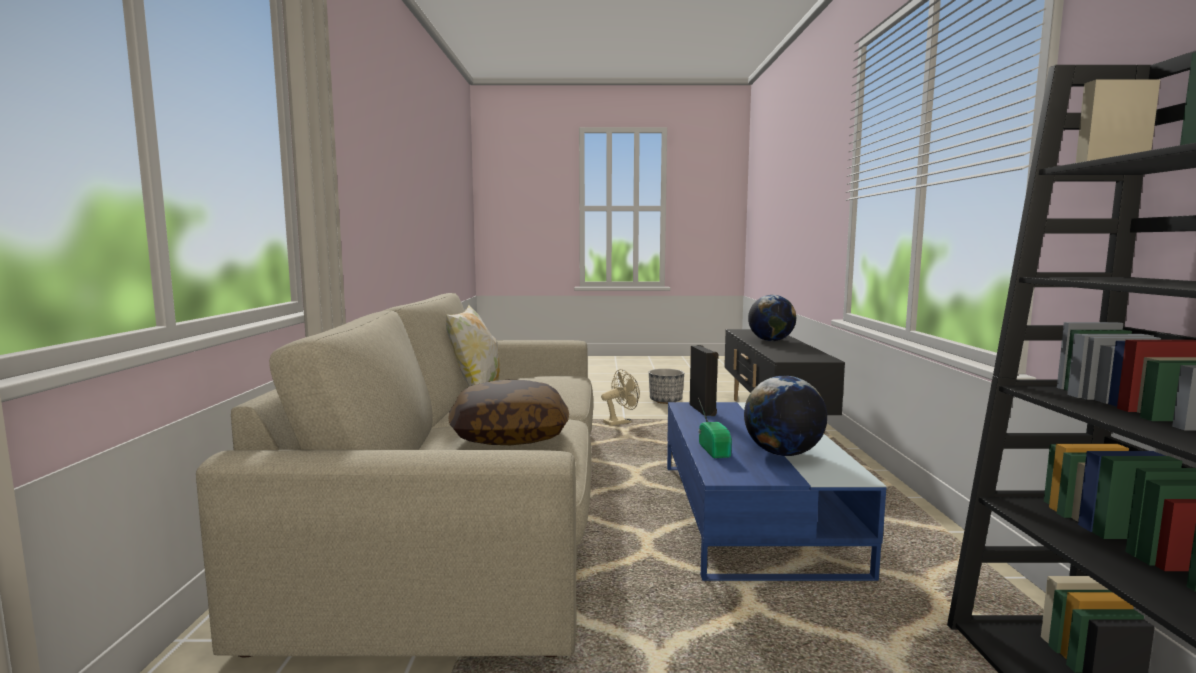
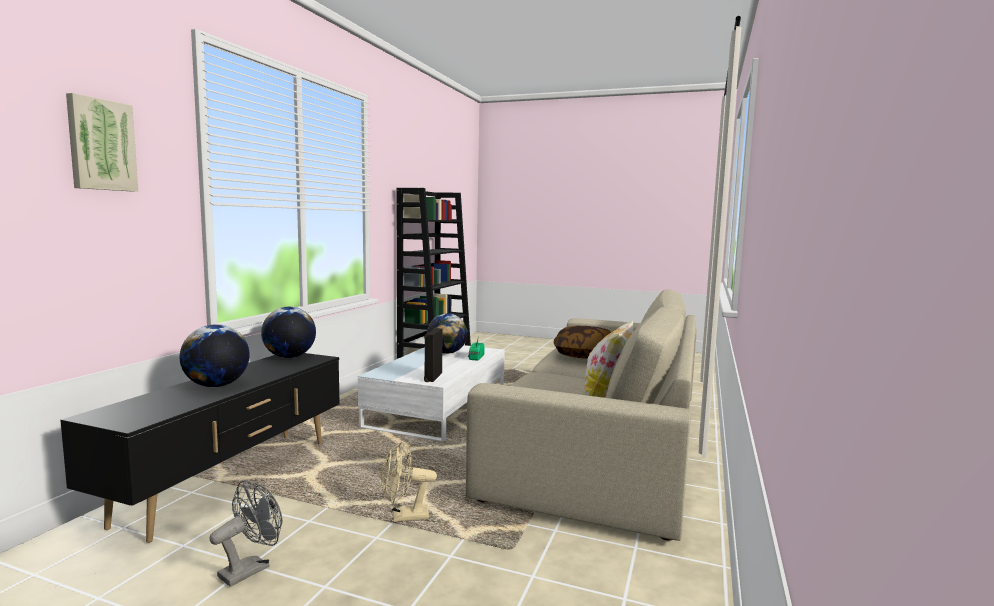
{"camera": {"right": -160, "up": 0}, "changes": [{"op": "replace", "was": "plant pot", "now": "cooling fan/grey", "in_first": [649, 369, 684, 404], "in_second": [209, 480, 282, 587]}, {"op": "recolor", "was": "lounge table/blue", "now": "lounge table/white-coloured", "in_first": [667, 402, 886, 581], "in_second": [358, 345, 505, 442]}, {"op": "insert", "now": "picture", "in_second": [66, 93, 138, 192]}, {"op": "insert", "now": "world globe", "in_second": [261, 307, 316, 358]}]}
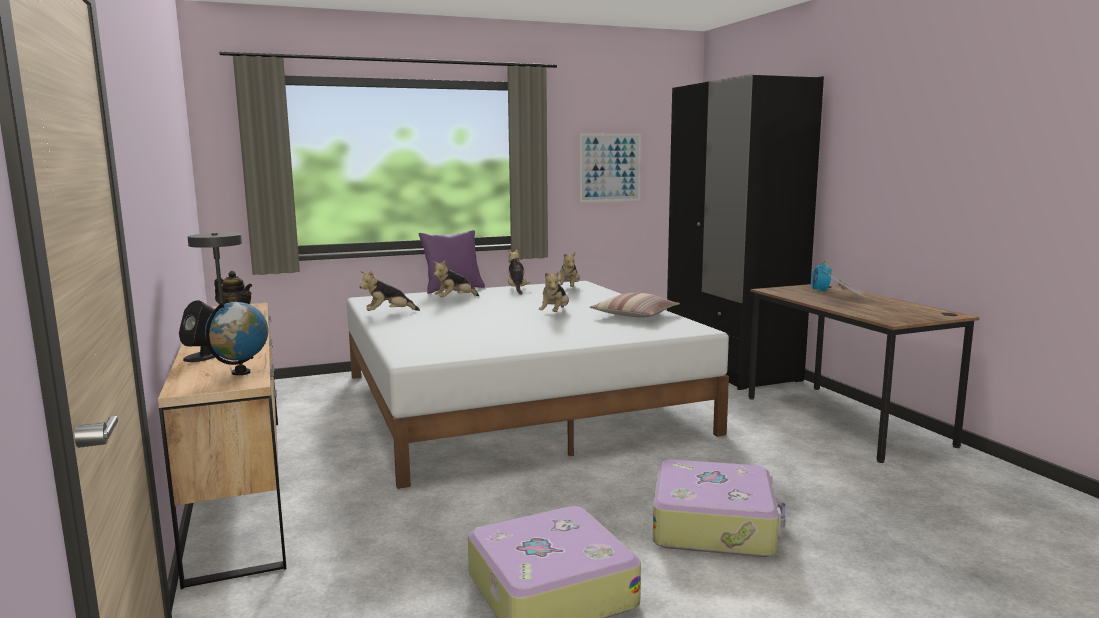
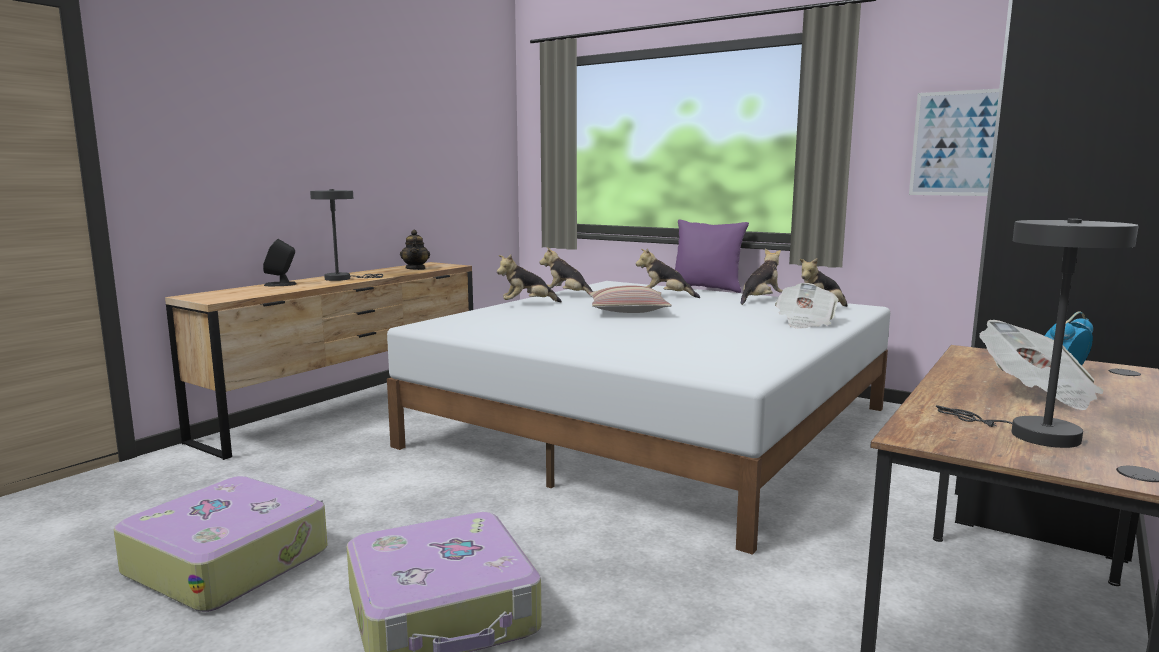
{"camera": {"right": 55, "up": 0}, "changes": [{"op": "move", "was": "soft toy", "in_first": [539, 271, 569, 312], "in_second": [497, 255, 562, 302]}, {"op": "move", "was": "throw pillow", "in_first": [590, 293, 680, 318], "in_second": [589, 285, 672, 313]}, {"op": "delete", "was": "world globe", "in_first": [205, 302, 268, 375]}, {"op": "insert", "now": "tabletop lamp/grey", "in_second": [936, 219, 1139, 448]}, {"op": "insert", "now": "printed paper", "in_second": [775, 283, 838, 329]}]}
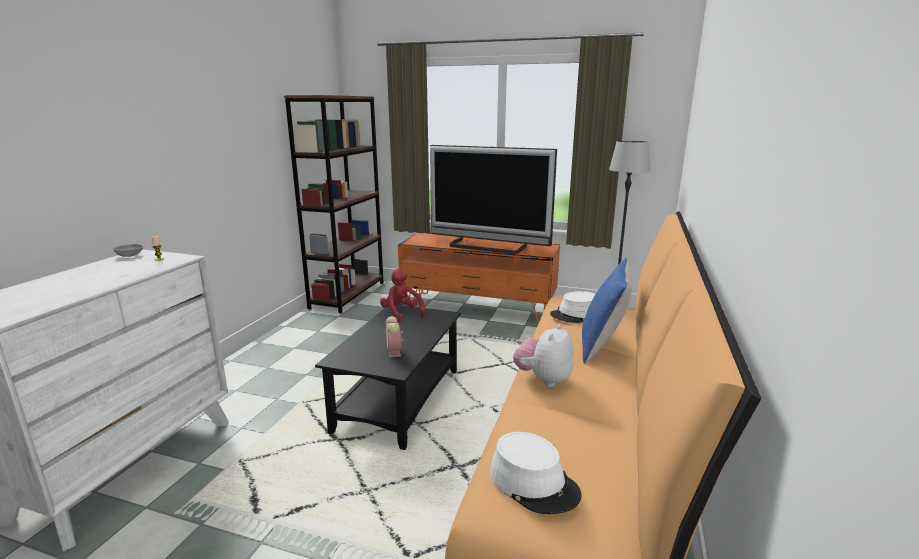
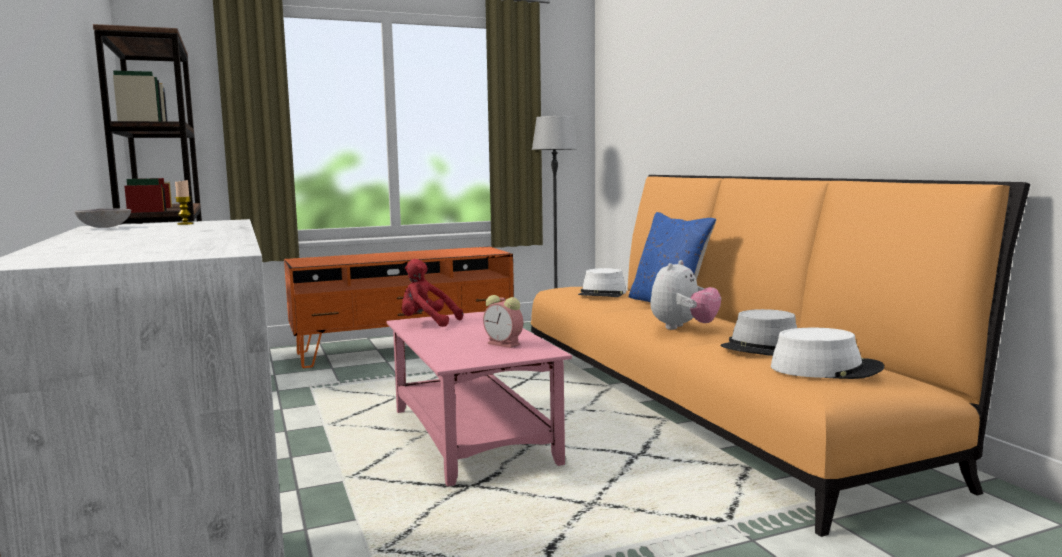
{"camera": {"right": -40, "up": -10}, "changes": [{"op": "delete", "was": "television", "in_first": [430, 145, 557, 254]}, {"op": "recolor", "was": "lounge table/blackish", "now": "lounge table/pink-coloured", "in_first": [315, 305, 461, 450], "in_second": [386, 311, 572, 486]}, {"op": "rotate", "was": "soft toy", "in_first": [513, 324, 574, 387], "in_second": [650, 260, 721, 330], "clockwise": -135}, {"op": "insert", "now": "wearable hat/grey", "in_second": [721, 309, 797, 356]}]}
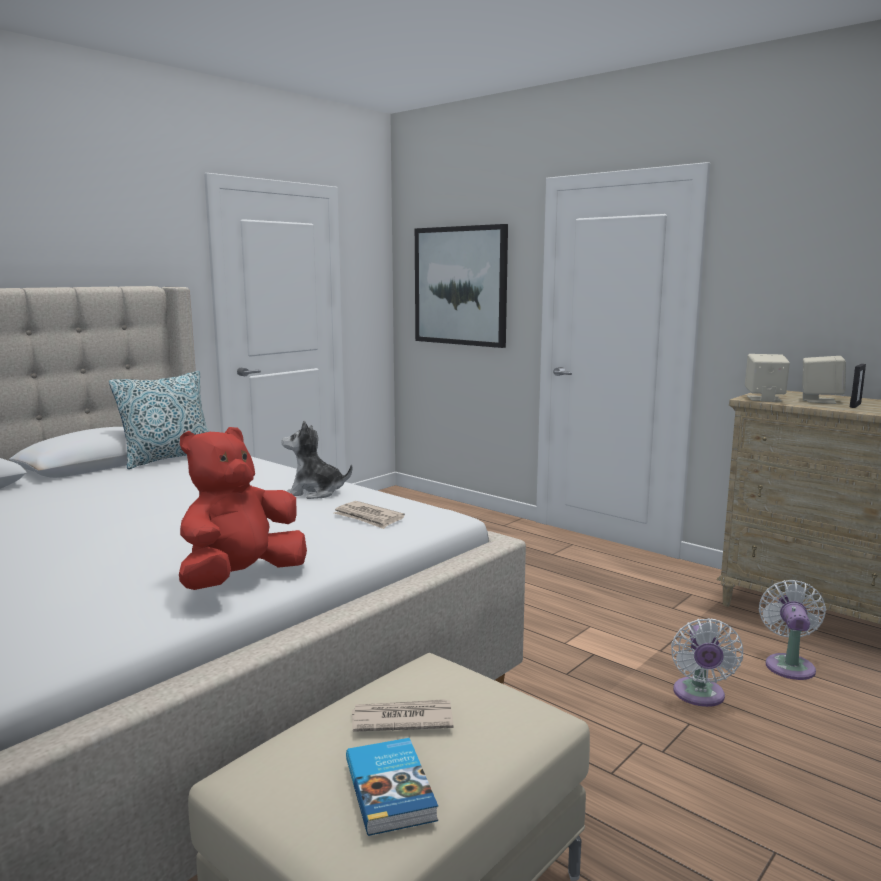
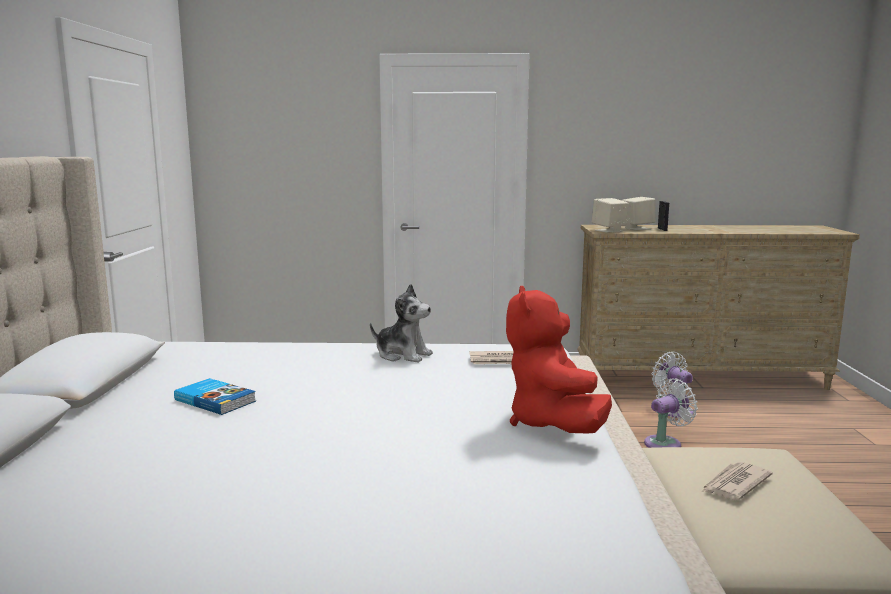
{"camera": {"right": -40, "up": 0}, "changes": [{"op": "delete", "was": "picture", "in_first": [415, 224, 508, 348]}, {"op": "delete", "was": "throw pillow", "in_first": [109, 371, 209, 469]}, {"op": "rotate", "was": "soft toy", "in_first": [282, 421, 352, 499], "in_second": [370, 284, 433, 362], "clockwise": -120}, {"op": "rotate", "was": "cooling fan/white-coloured", "in_first": [671, 618, 743, 707], "in_second": [644, 378, 698, 448], "clockwise": -90}, {"op": "move", "was": "bound book", "in_first": [346, 738, 438, 836], "in_second": [174, 378, 256, 415]}]}
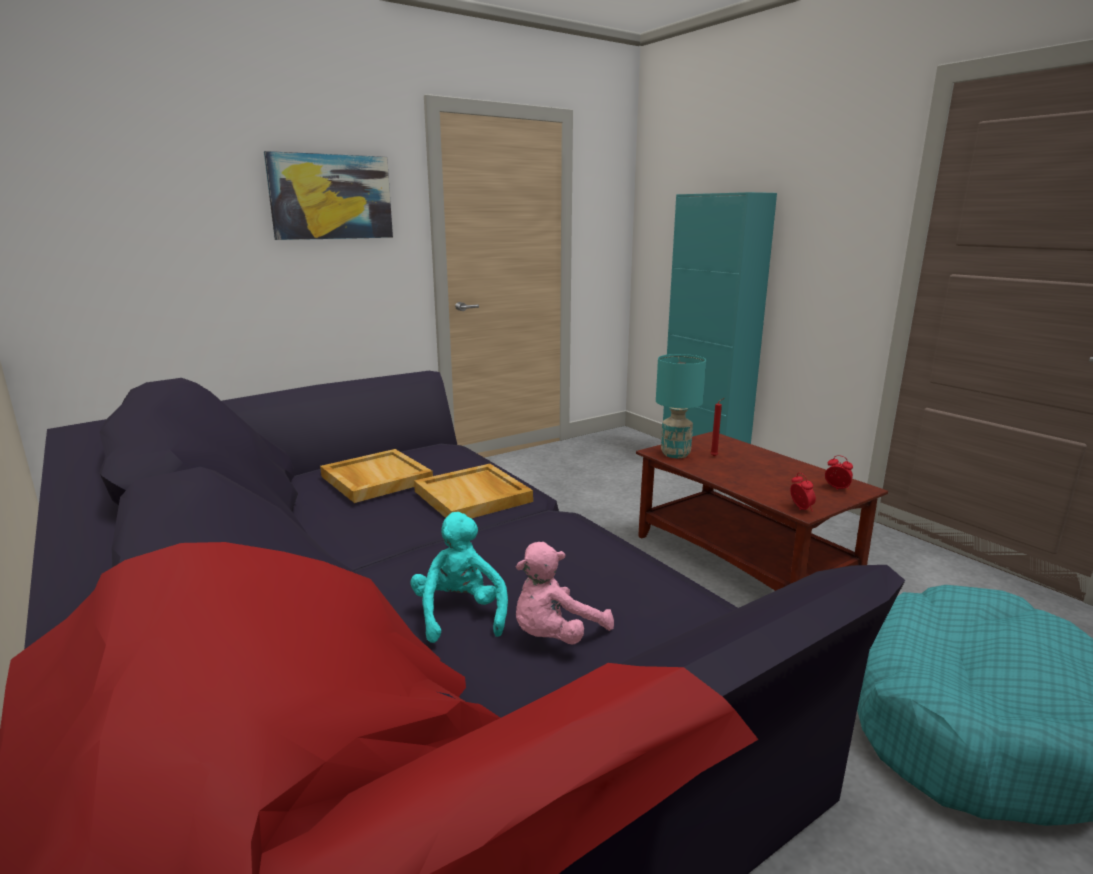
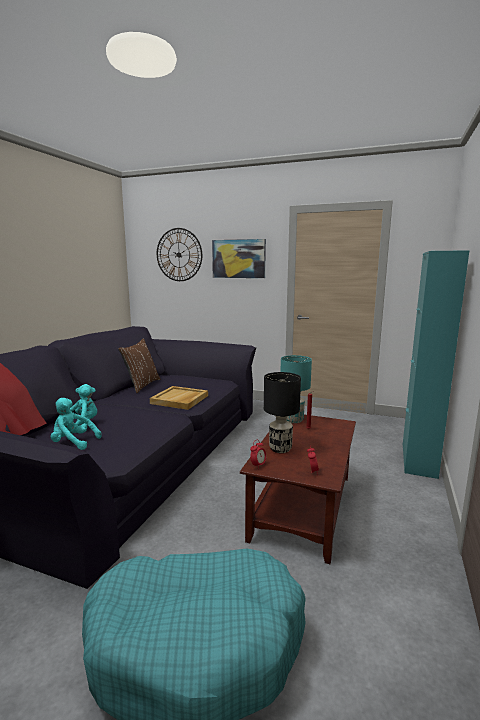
{"camera": {"right": 55, "up": -5}, "changes": [{"op": "delete", "was": "carrying tray/beige", "in_first": [320, 449, 433, 503]}, {"op": "recolor", "was": "soft toy/pink-coloured", "now": "soft toy/turquoise-coloured", "in_first": [516, 542, 614, 644], "in_second": [51, 398, 101, 450]}, {"op": "insert", "now": "wall clock", "in_second": [157, 228, 202, 281]}, {"op": "insert", "now": "throw pillow/brown-coloured", "in_second": [118, 338, 160, 393]}, {"op": "insert", "now": "tabletop lamp/blackish", "in_second": [264, 372, 301, 453]}]}
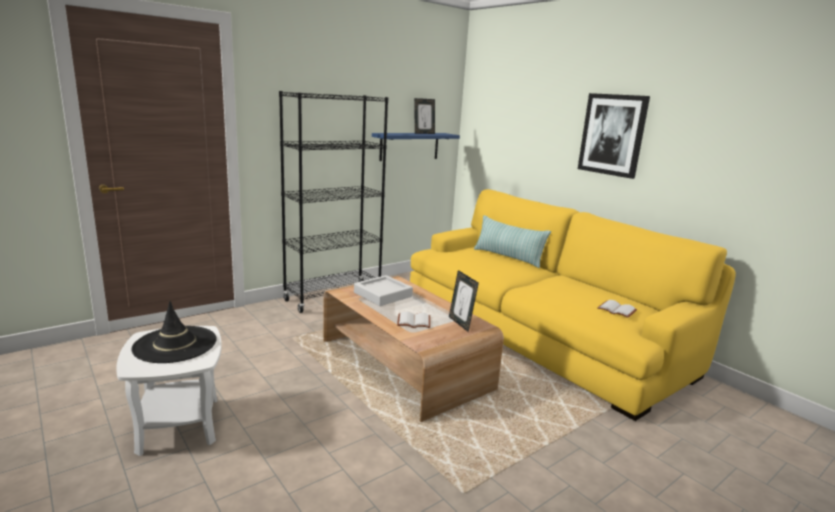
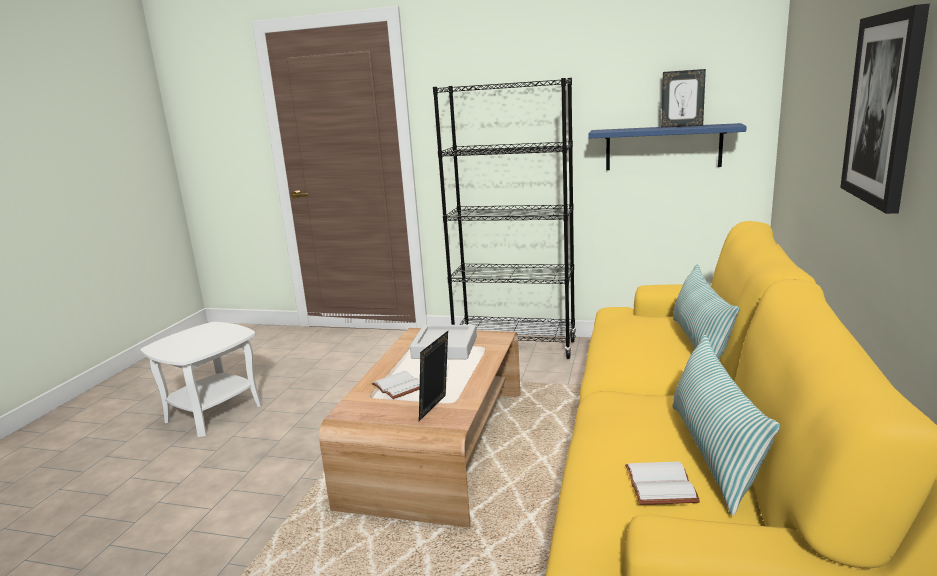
{"camera": {"right": 55, "up": 0}, "changes": [{"op": "delete", "was": "wearable hat/blackish", "in_first": [132, 301, 217, 363]}, {"op": "insert", "now": "throw pillow", "in_second": [672, 335, 780, 516]}]}
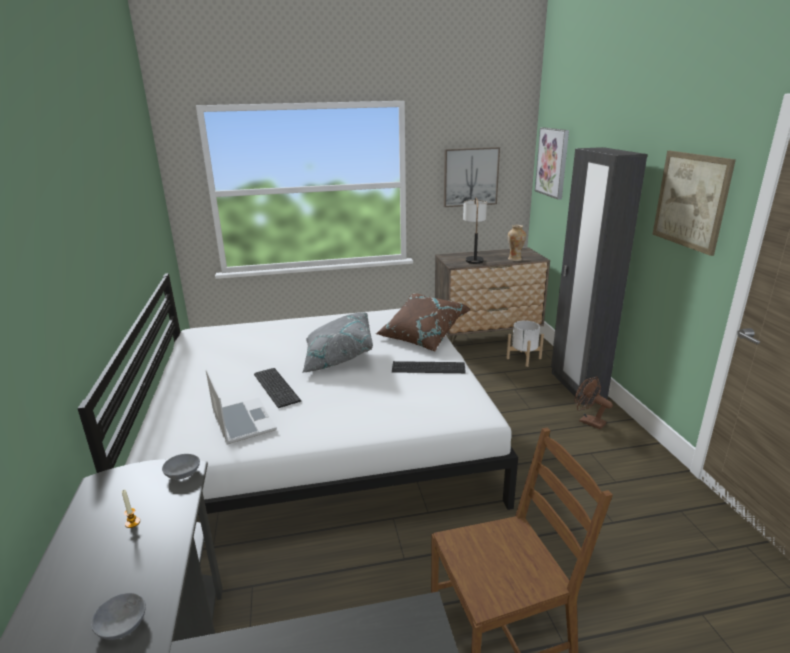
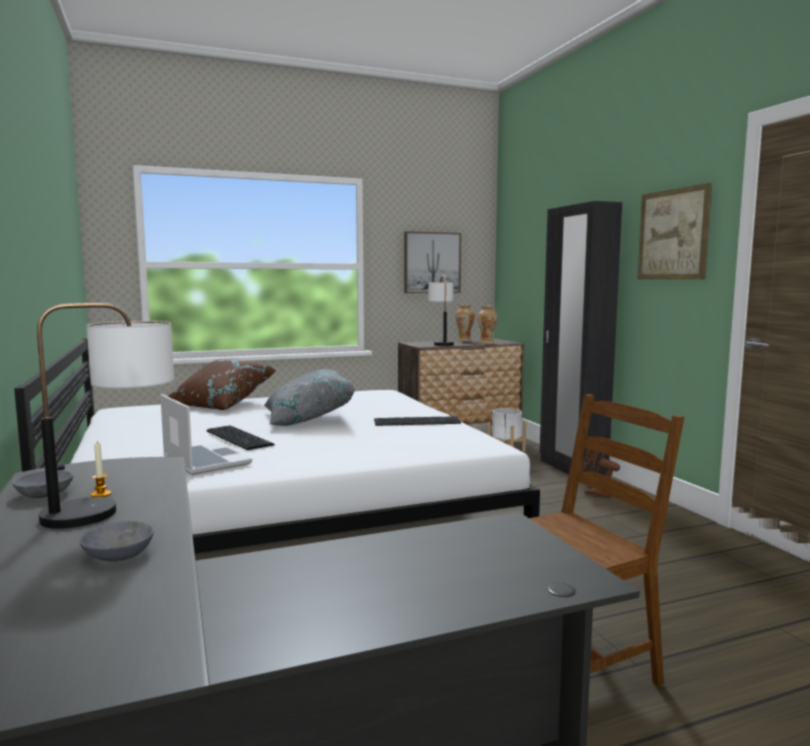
{"camera": {"right": -10, "up": -15}, "changes": [{"op": "delete", "was": "picture", "in_first": [535, 127, 569, 200]}, {"op": "move", "was": "throw pillow/brown-coloured", "in_first": [376, 293, 470, 352], "in_second": [167, 360, 276, 410]}, {"op": "move", "was": "deep dish/grey", "in_first": [162, 454, 200, 480], "in_second": [12, 470, 73, 498]}, {"op": "insert", "now": "tabletop lamp", "in_second": [37, 303, 174, 529]}, {"op": "insert", "now": "vase", "in_second": [456, 305, 475, 342]}]}
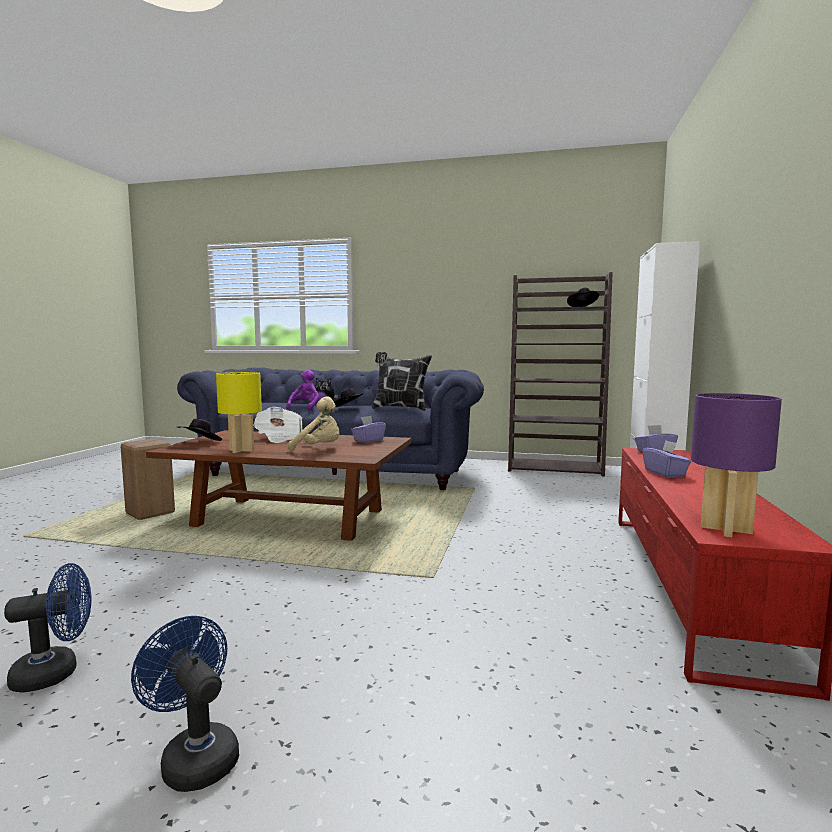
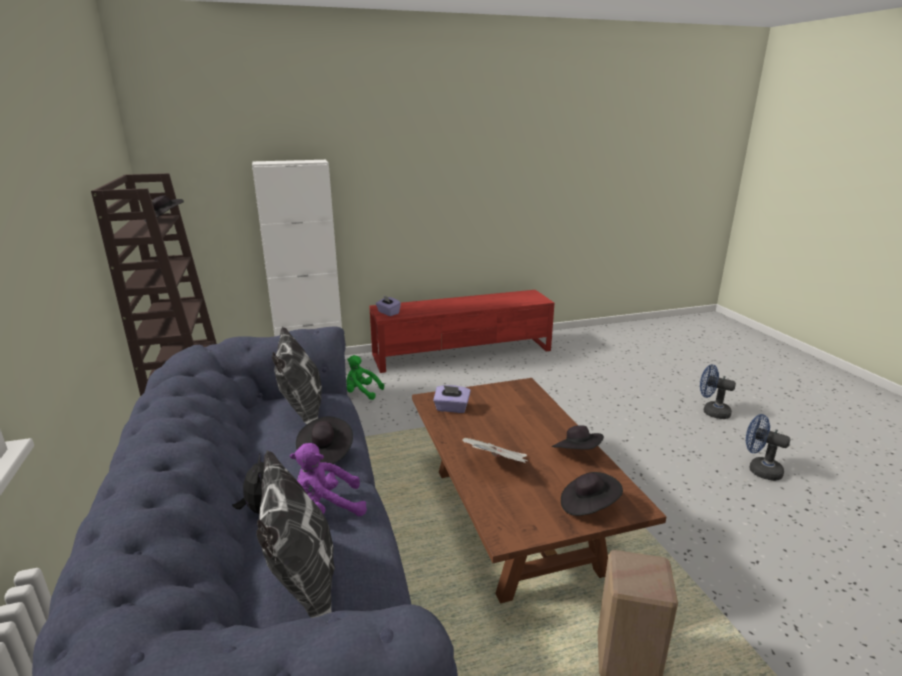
{"camera": {"right": -120, "up": 15}, "changes": [{"op": "replace", "was": "tabletop lamp/yellowish", "now": "wearable hat/blackish", "in_first": [216, 372, 262, 453], "in_second": [552, 425, 604, 450]}, {"op": "delete", "was": "tabletop lamp/purple", "in_first": [691, 393, 782, 537]}, {"op": "delete", "was": "soft toy/beige", "in_first": [288, 396, 339, 451]}, {"op": "delete", "was": "tissue box/purple", "in_first": [642, 440, 691, 477]}, {"op": "rotate", "was": "cooling fan/blue", "in_first": [131, 616, 239, 792], "in_second": [700, 364, 736, 419], "clockwise": 105}, {"op": "insert", "now": "soft toy/green", "in_second": [346, 355, 384, 400]}, {"op": "insert", "now": "throw pillow", "in_second": [256, 450, 335, 618]}]}
